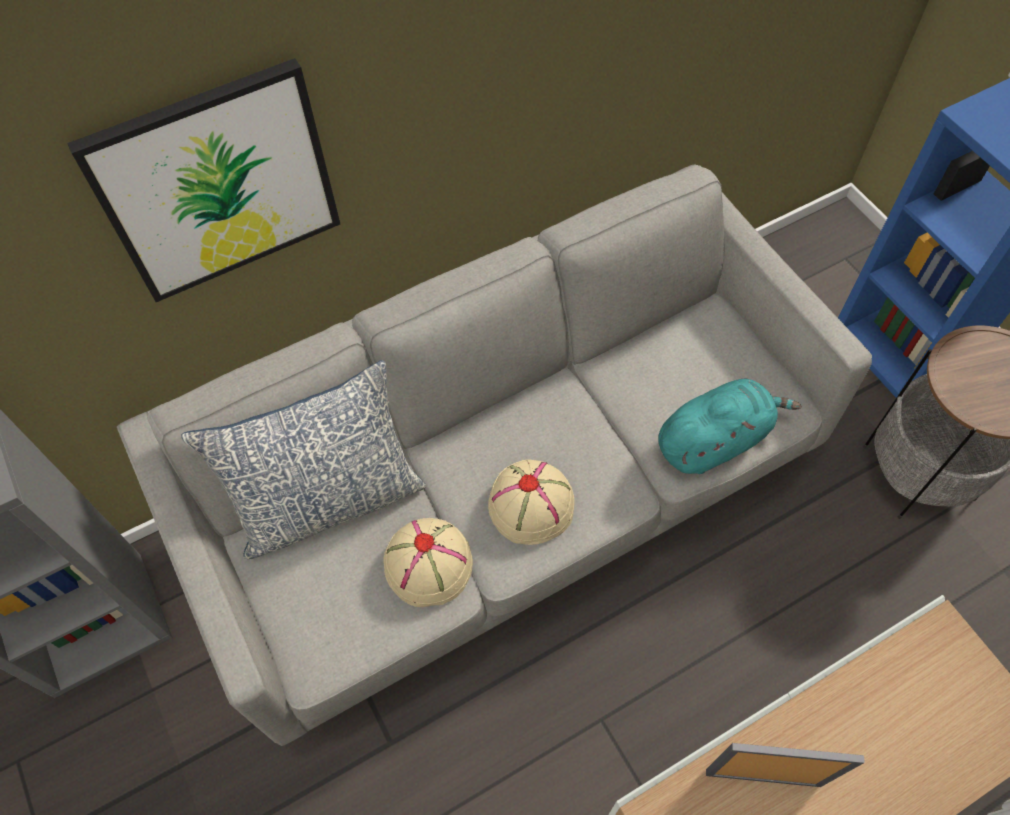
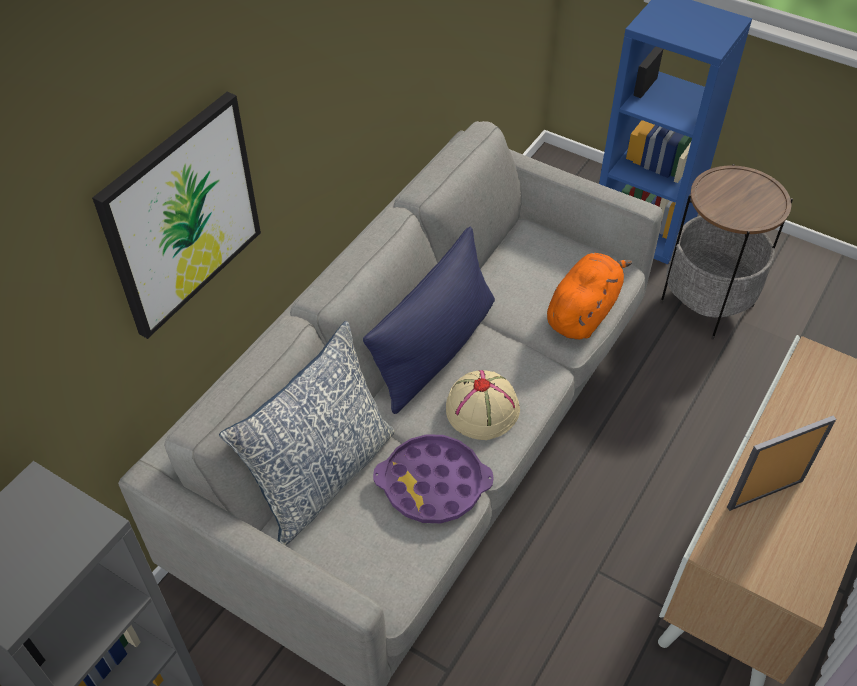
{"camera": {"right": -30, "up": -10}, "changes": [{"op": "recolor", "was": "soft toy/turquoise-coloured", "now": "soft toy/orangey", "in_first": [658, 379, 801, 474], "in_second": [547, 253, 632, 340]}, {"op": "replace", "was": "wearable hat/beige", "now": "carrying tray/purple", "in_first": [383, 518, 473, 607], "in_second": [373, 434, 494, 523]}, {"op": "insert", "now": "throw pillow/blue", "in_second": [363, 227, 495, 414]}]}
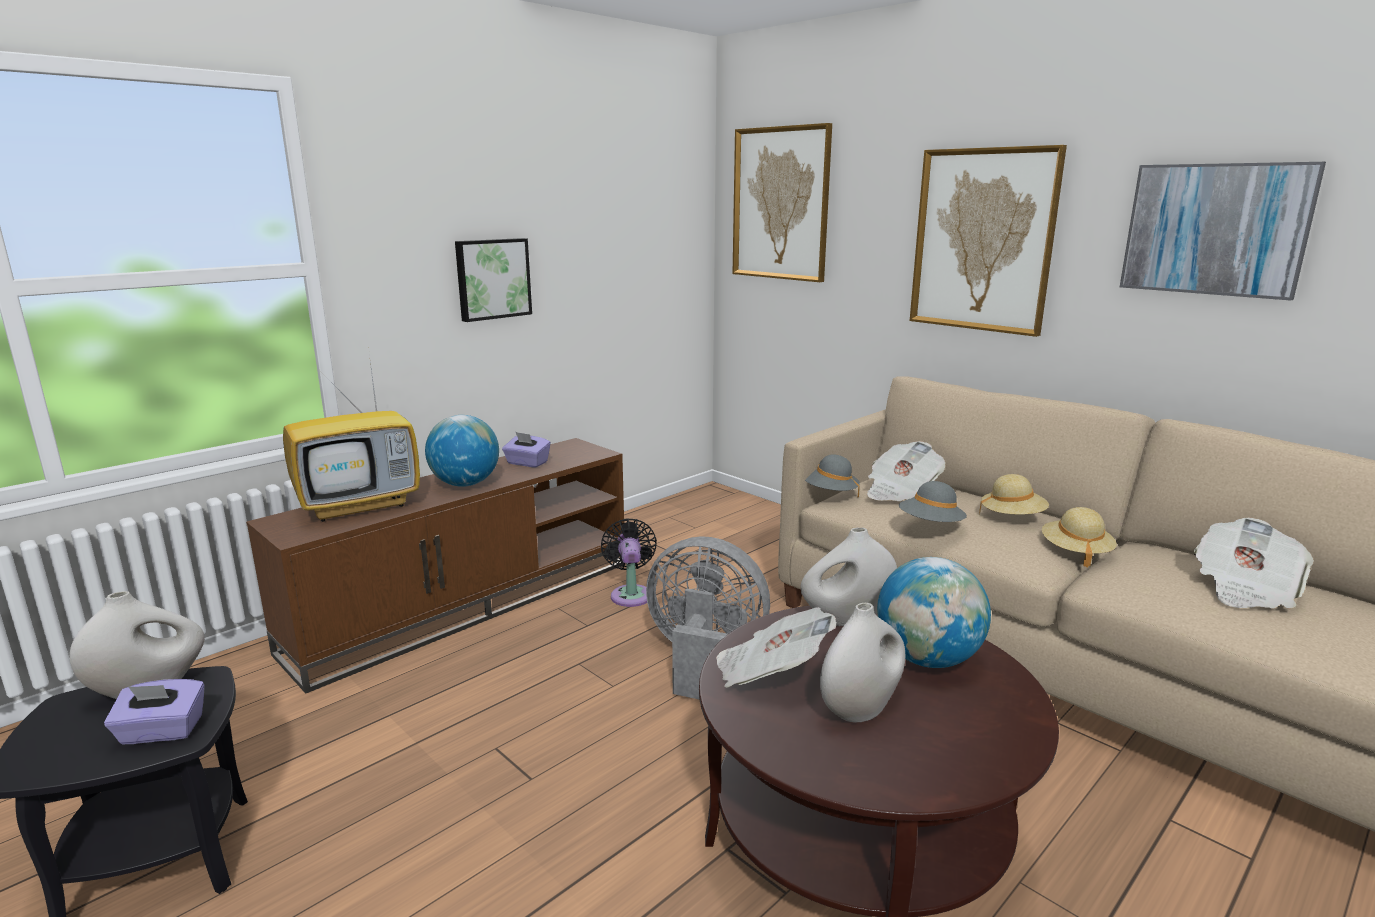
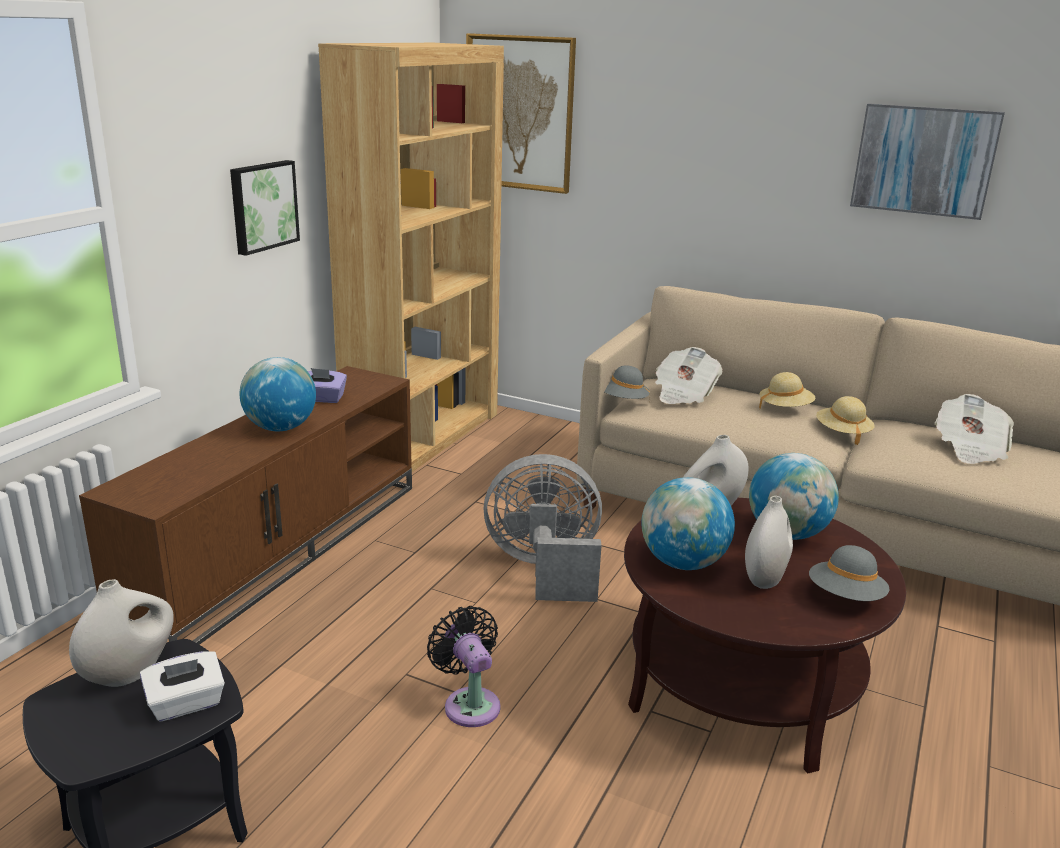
{"camera": {"right": -20, "up": 5}, "changes": [{"op": "delete", "was": "picture", "in_first": [910, 145, 1067, 337]}, {"op": "delete", "was": "television", "in_first": [283, 354, 420, 522]}, {"op": "move", "was": "wearable hat/grey", "in_first": [899, 481, 967, 522], "in_second": [809, 545, 890, 601]}, {"op": "move", "was": "cooling fan/blackish", "in_first": [601, 518, 657, 607], "in_second": [427, 606, 501, 727]}, {"op": "replace", "was": "printed paper", "now": "world globe", "in_first": [716, 607, 836, 688], "in_second": [641, 477, 735, 570]}, {"op": "recolor", "was": "tissue box/purple", "now": "tissue box/white-coloured", "in_first": [104, 679, 205, 744], "in_second": [140, 651, 225, 722]}, {"op": "insert", "now": "bookshelf/brown-coloured", "in_second": [318, 43, 504, 477]}]}
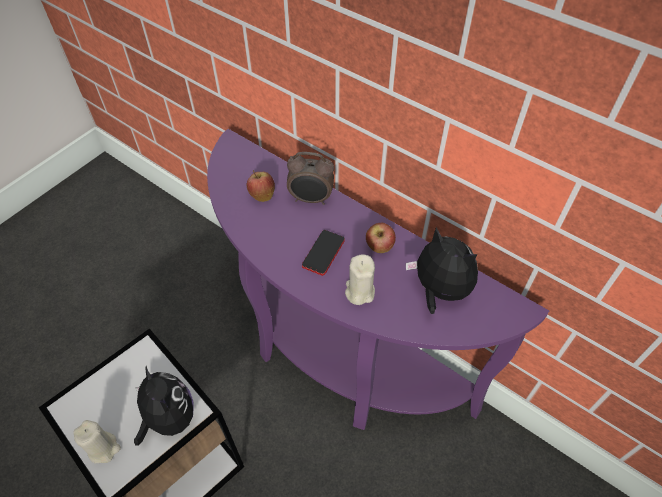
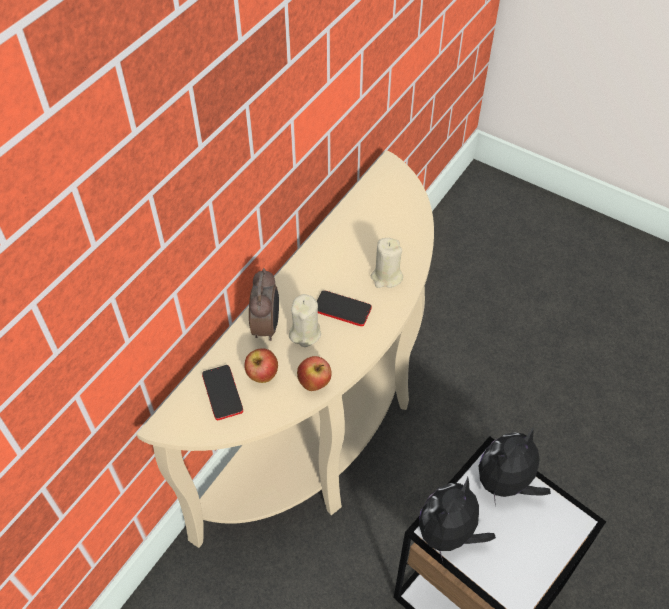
{"camera": {"right": -95, "up": 0}, "changes": [{"op": "recolor", "was": "console table/purple", "now": "console table/beige", "in_first": [207, 129, 549, 430], "in_second": [137, 150, 434, 548]}, {"op": "move", "was": "apple fruit", "in_first": [366, 223, 396, 253], "in_second": [297, 356, 332, 391]}, {"op": "move", "was": "soft toy", "in_first": [406, 227, 478, 314], "in_second": [419, 477, 496, 561]}, {"op": "move", "was": "wax candle/beige", "in_first": [73, 420, 121, 463], "in_second": [289, 294, 321, 347]}, {"op": "insert", "now": "phone", "in_second": [202, 365, 243, 420]}]}
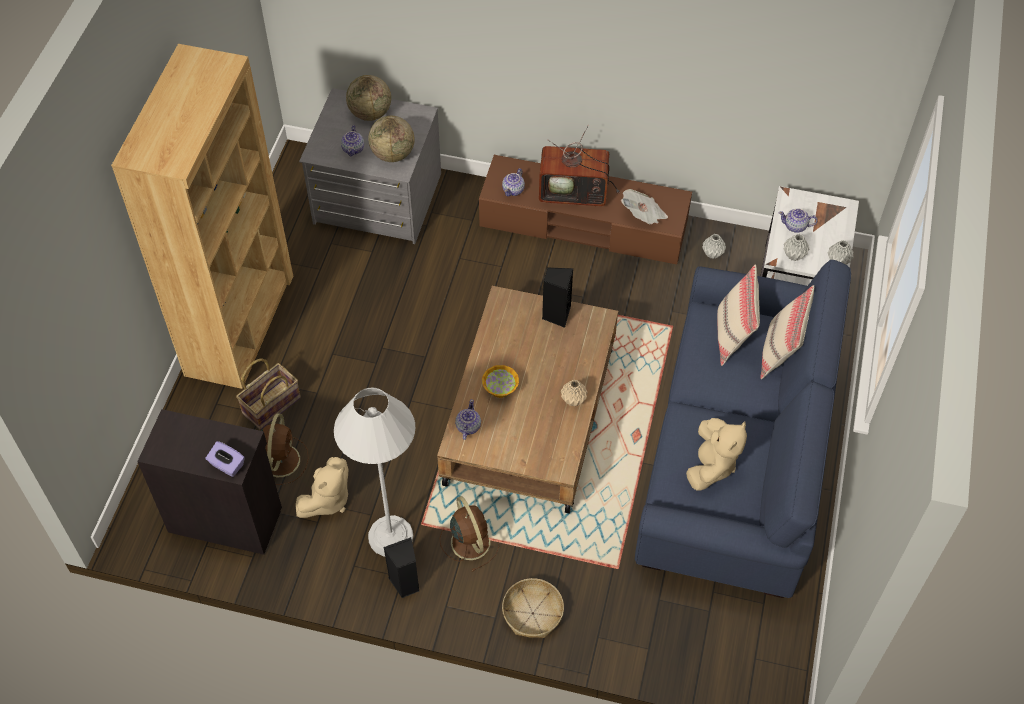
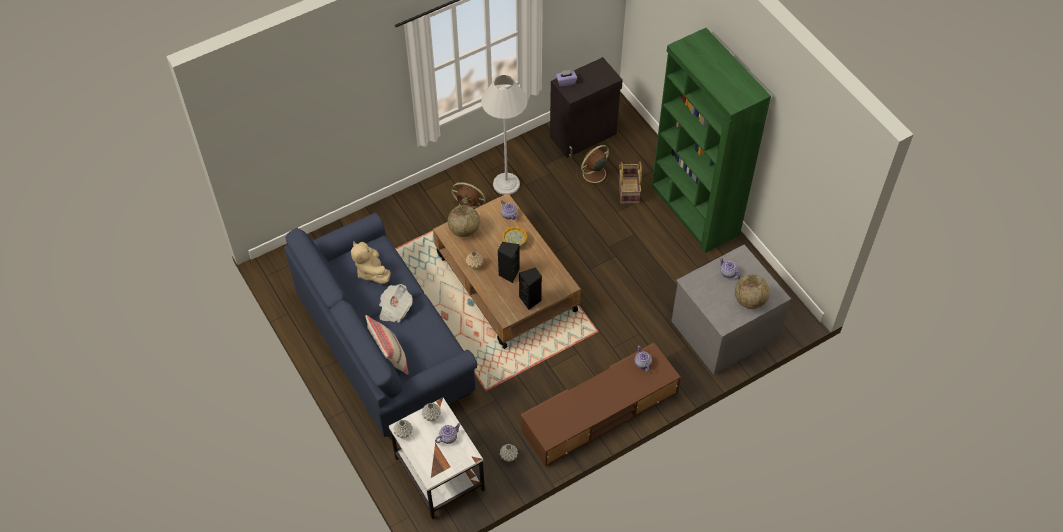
{"camera": {"right": 135, "up": 0}, "changes": [{"op": "recolor", "was": "bookshelf/brown-coloured", "now": "bookshelf/green", "in_first": [111, 44, 293, 389], "in_second": [652, 28, 771, 253]}, {"op": "move", "was": "world globe", "in_first": [368, 116, 415, 162], "in_second": [448, 205, 480, 237]}, {"op": "delete", "was": "television", "in_first": [539, 124, 620, 206]}, {"op": "move", "was": "printed paper", "in_first": [621, 189, 668, 225], "in_second": [379, 284, 413, 322]}, {"op": "delete", "was": "throw pillow/beige", "in_first": [717, 265, 760, 366]}, {"op": "rotate", "was": "cooling fan/brown-coloured", "in_first": [261, 413, 309, 485], "in_second": [576, 145, 612, 189], "clockwise": 90}, {"op": "delete", "was": "soft toy/beige", "in_first": [295, 457, 348, 518]}, {"op": "move", "was": "loudspeaker/blackish", "in_first": [383, 537, 419, 598], "in_second": [498, 242, 520, 283]}, {"op": "delete", "was": "household basket", "in_first": [502, 578, 564, 638]}]}
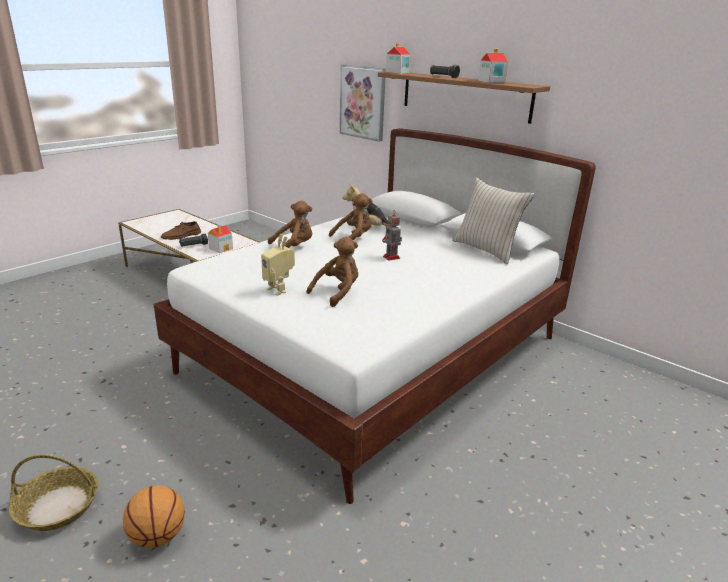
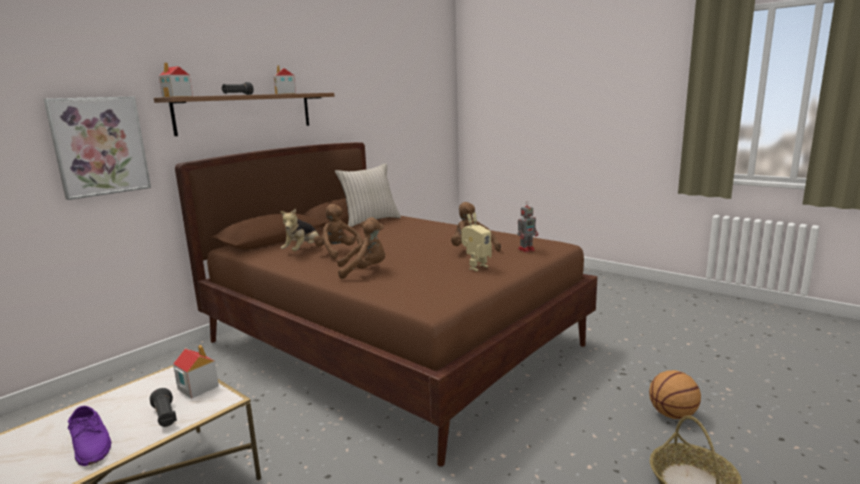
{"camera": {"right": -90, "up": -10}, "changes": [{"op": "recolor", "was": "sleeping bed/white-coloured", "now": "sleeping bed/brown-coloured", "in_first": [153, 128, 596, 504], "in_second": [175, 142, 598, 467]}, {"op": "rotate", "was": "soft toy/brown-coloured", "in_first": [268, 201, 313, 248], "in_second": [337, 217, 385, 279], "clockwise": 105}, {"op": "move", "was": "model robot", "in_first": [382, 210, 402, 261], "in_second": [517, 201, 538, 252]}, {"op": "recolor", "was": "low shoe/brown-coloured", "now": "low shoe/purple", "in_first": [161, 221, 201, 240], "in_second": [68, 406, 112, 466]}]}
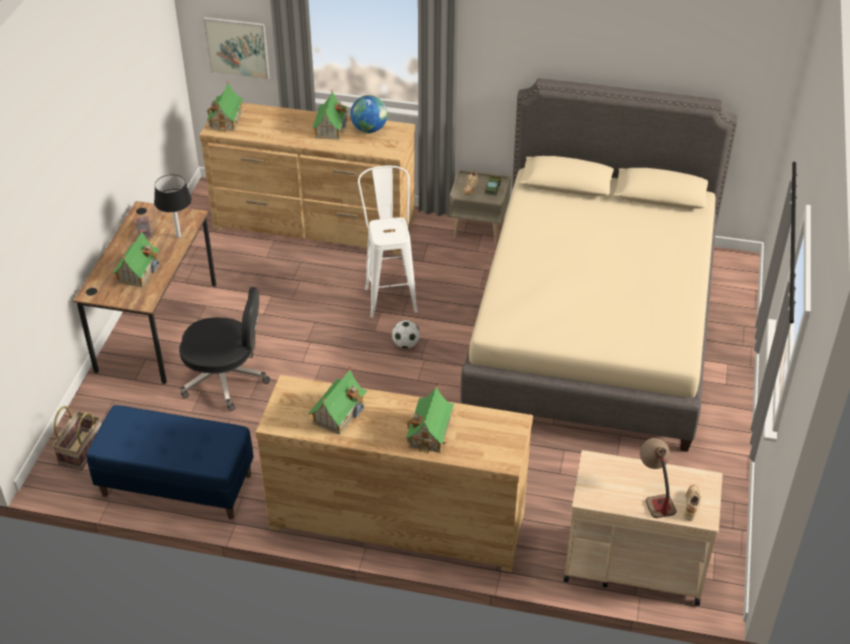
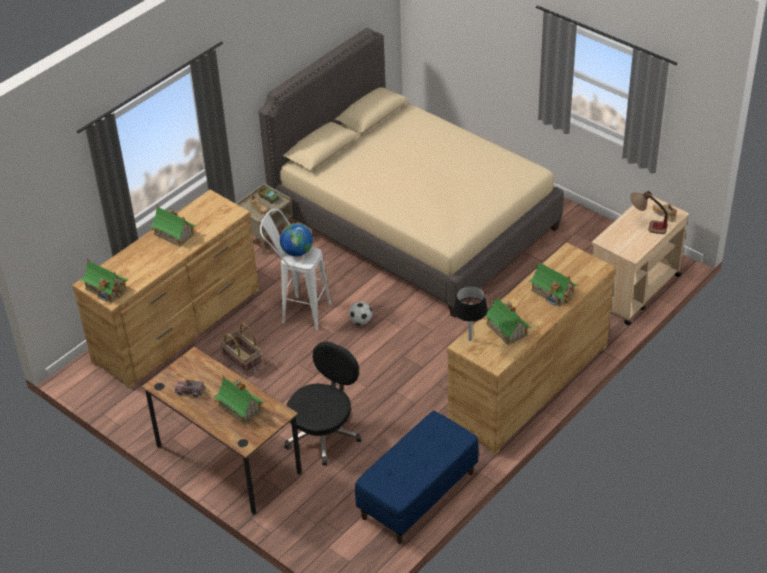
{"camera": {"right": -60, "up": 0}, "changes": [{"op": "delete", "was": "picture", "in_first": [203, 17, 270, 80]}, {"op": "move", "was": "world globe", "in_first": [350, 95, 387, 133], "in_second": [280, 223, 313, 256]}, {"op": "move", "was": "tabletop lamp/blackish", "in_first": [154, 175, 192, 238], "in_second": [453, 286, 488, 341]}, {"op": "move", "was": "household basket", "in_first": [52, 406, 102, 471], "in_second": [220, 323, 262, 375]}]}
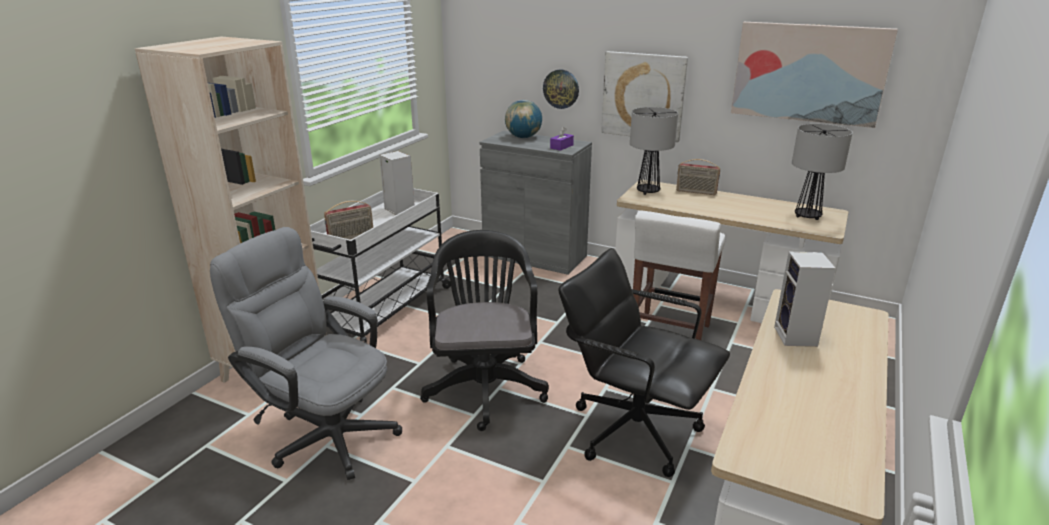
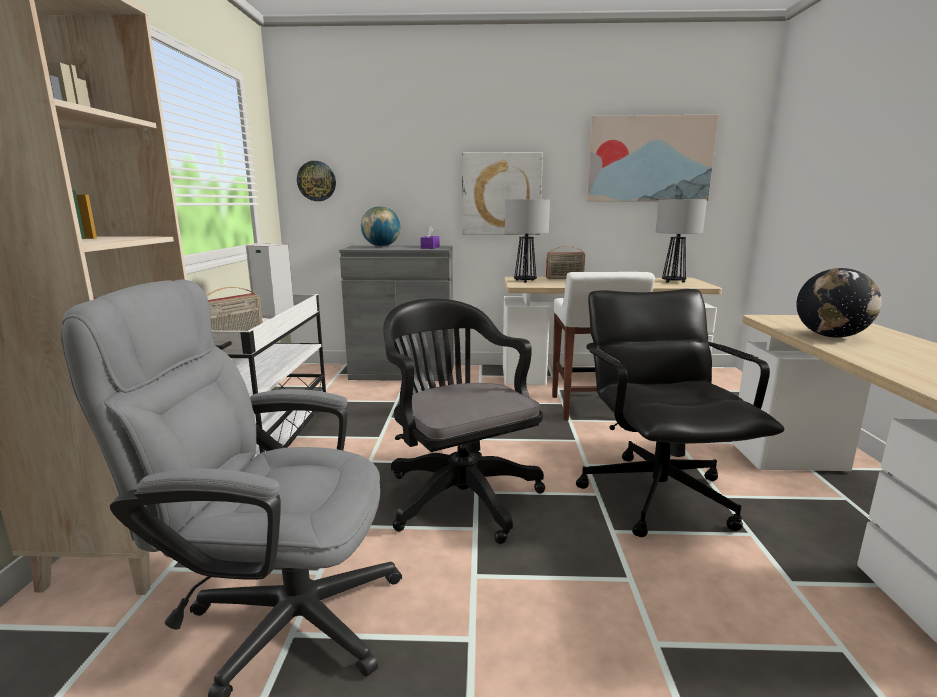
{"camera": {"right": -25, "up": -10}, "changes": [{"op": "move", "was": "wall clock", "in_first": [543, 69, 579, 109], "in_second": [297, 161, 336, 201]}, {"op": "rotate", "was": "office chair/blackish", "in_first": [558, 248, 730, 477], "in_second": [576, 289, 784, 537], "clockwise": 75}, {"op": "replace", "was": "loudspeaker", "now": "world globe", "in_first": [774, 252, 836, 347], "in_second": [796, 268, 882, 338]}]}
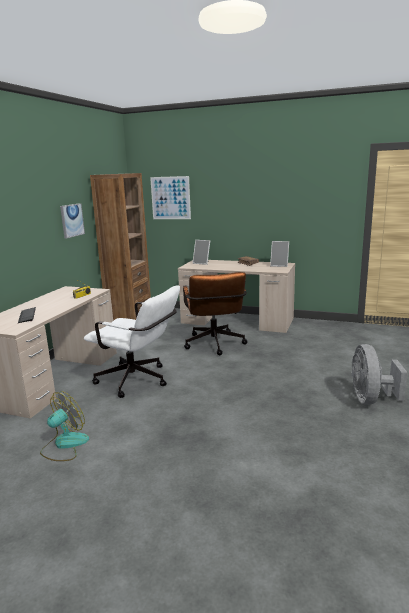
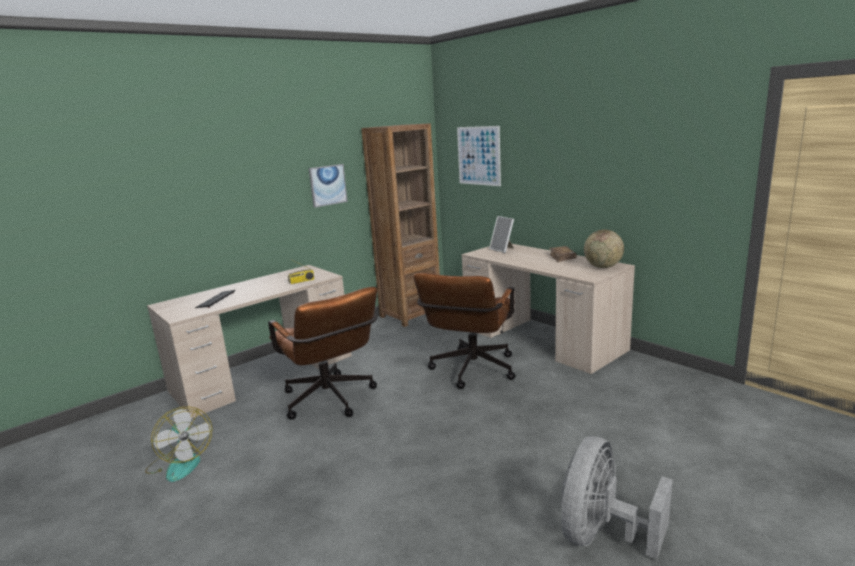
{"camera": {"right": 30, "up": 0}, "changes": [{"op": "replace", "was": "photo frame", "now": "world globe", "in_first": [270, 241, 289, 267], "in_second": [584, 230, 624, 268]}, {"op": "recolor", "was": "office chair/white-coloured", "now": "office chair/brown-coloured", "in_first": [84, 285, 180, 398], "in_second": [268, 287, 377, 420]}, {"op": "rotate", "was": "cooling fan", "in_first": [40, 391, 89, 461], "in_second": [145, 407, 212, 482], "clockwise": 75}]}
